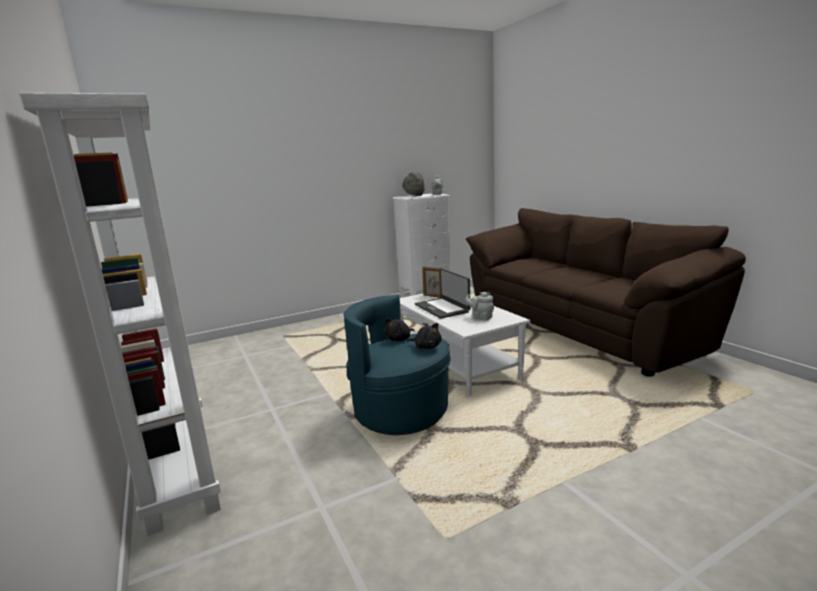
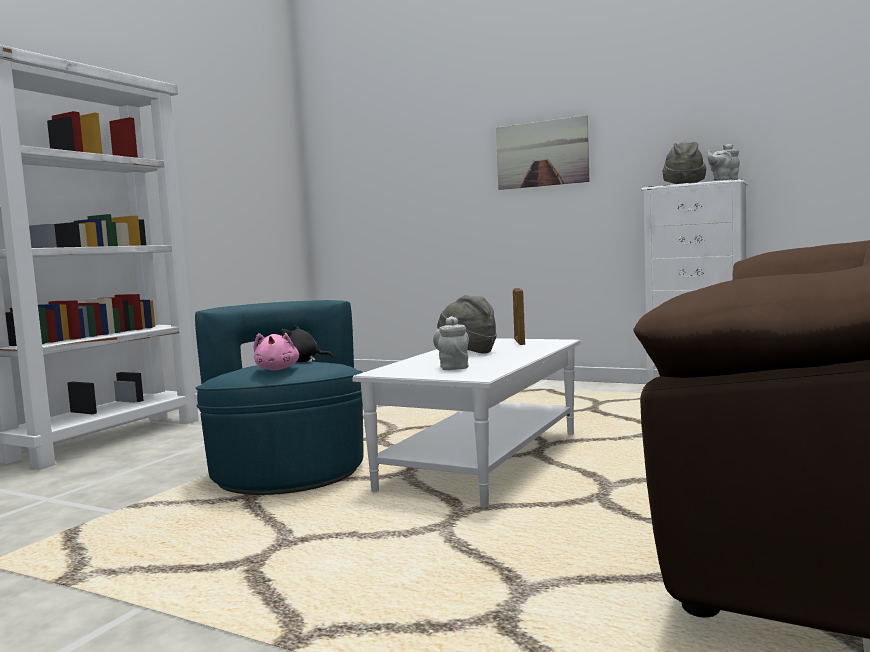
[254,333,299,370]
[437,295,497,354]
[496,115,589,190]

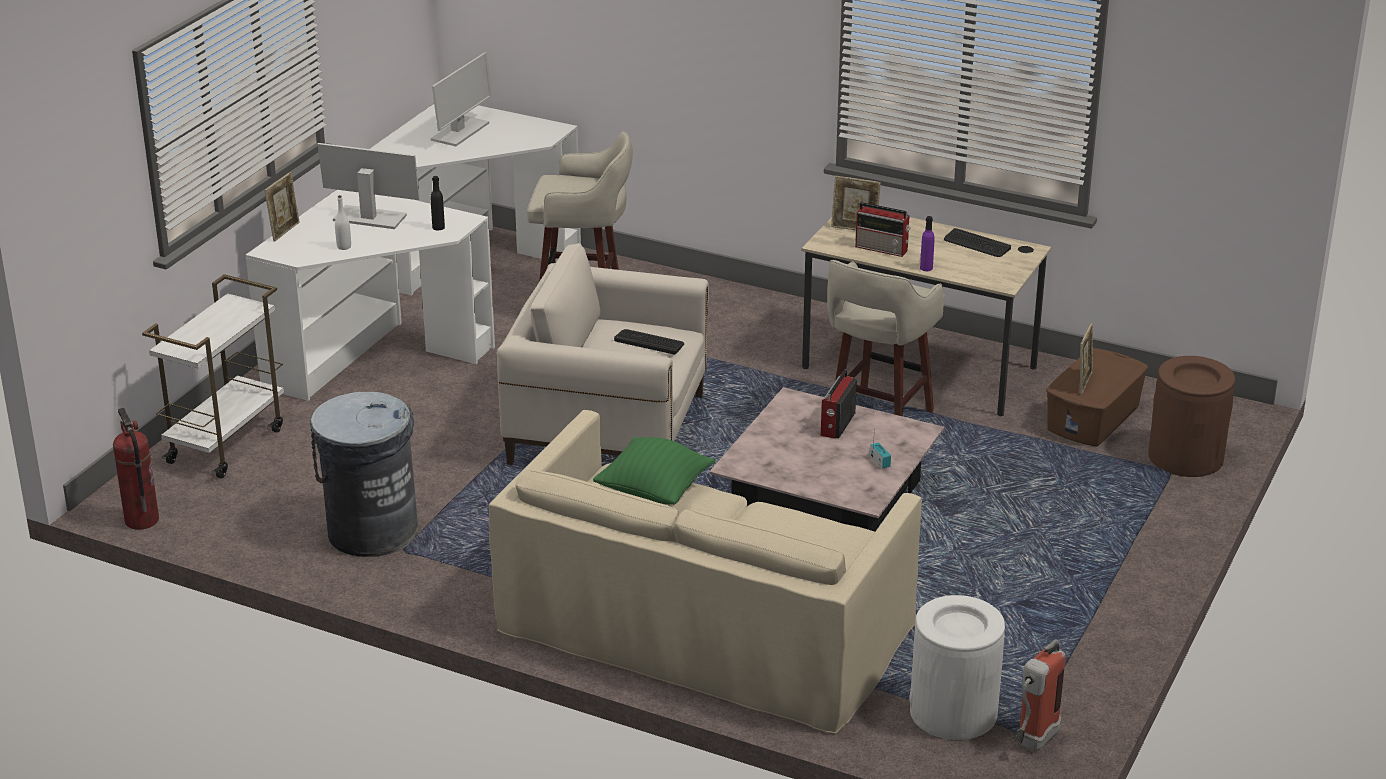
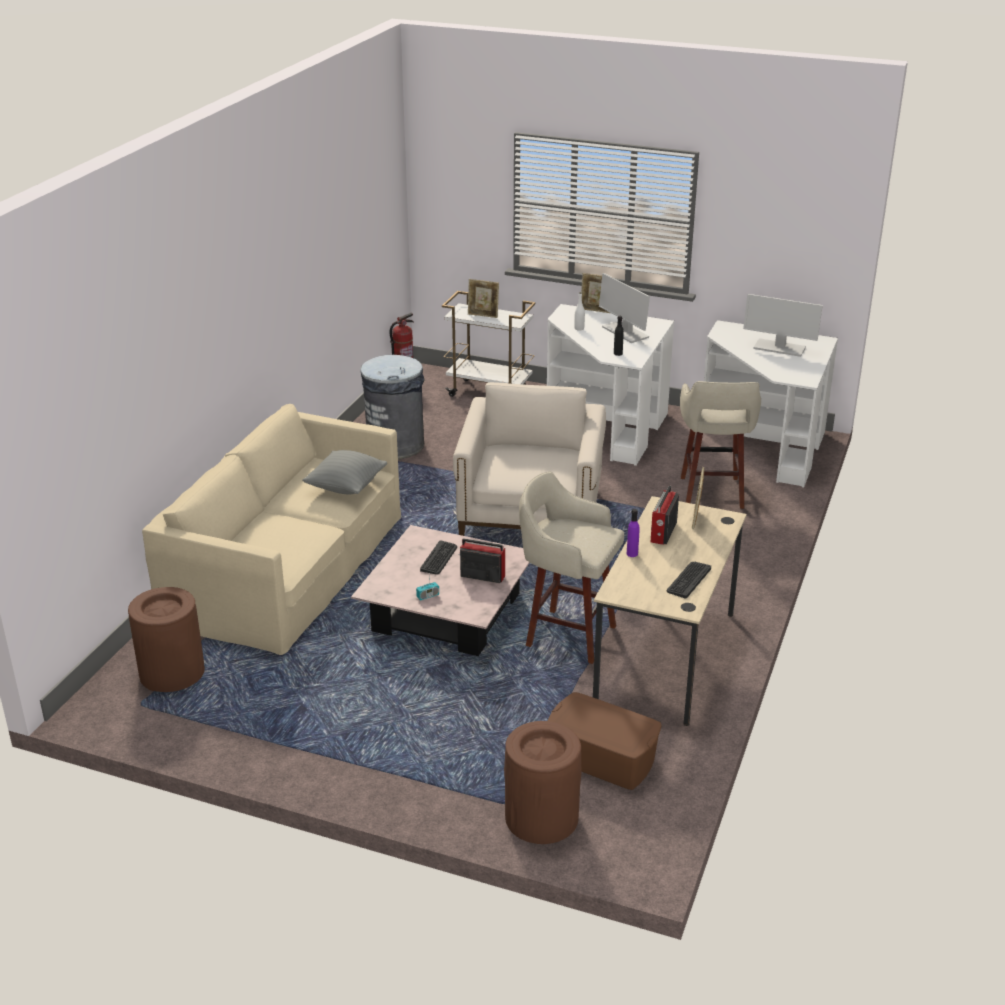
[599,273,650,343]
[302,450,387,494]
[420,540,457,574]
[128,587,205,692]
[1013,639,1065,751] (first image)
[468,279,499,318]

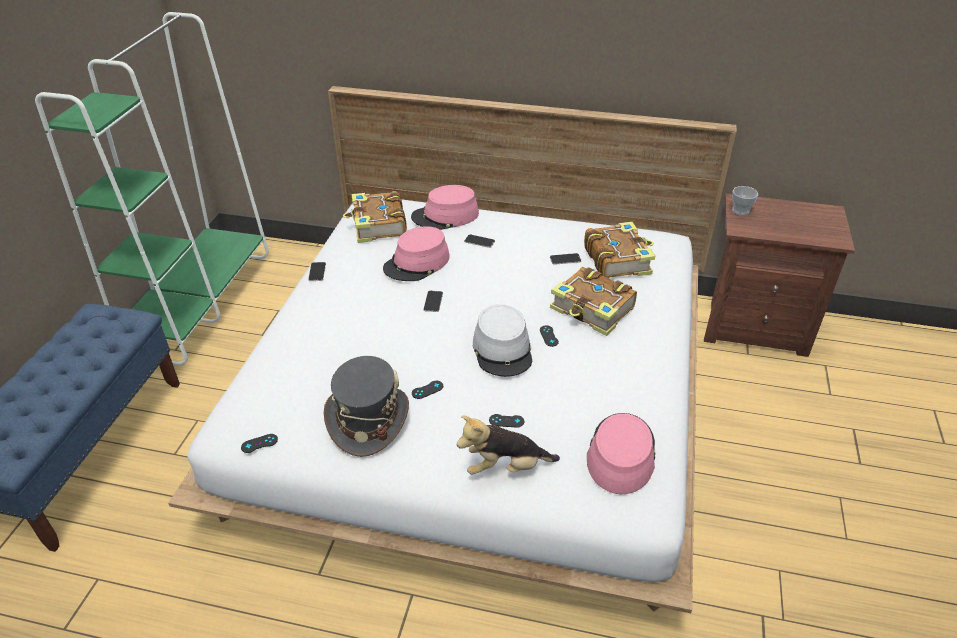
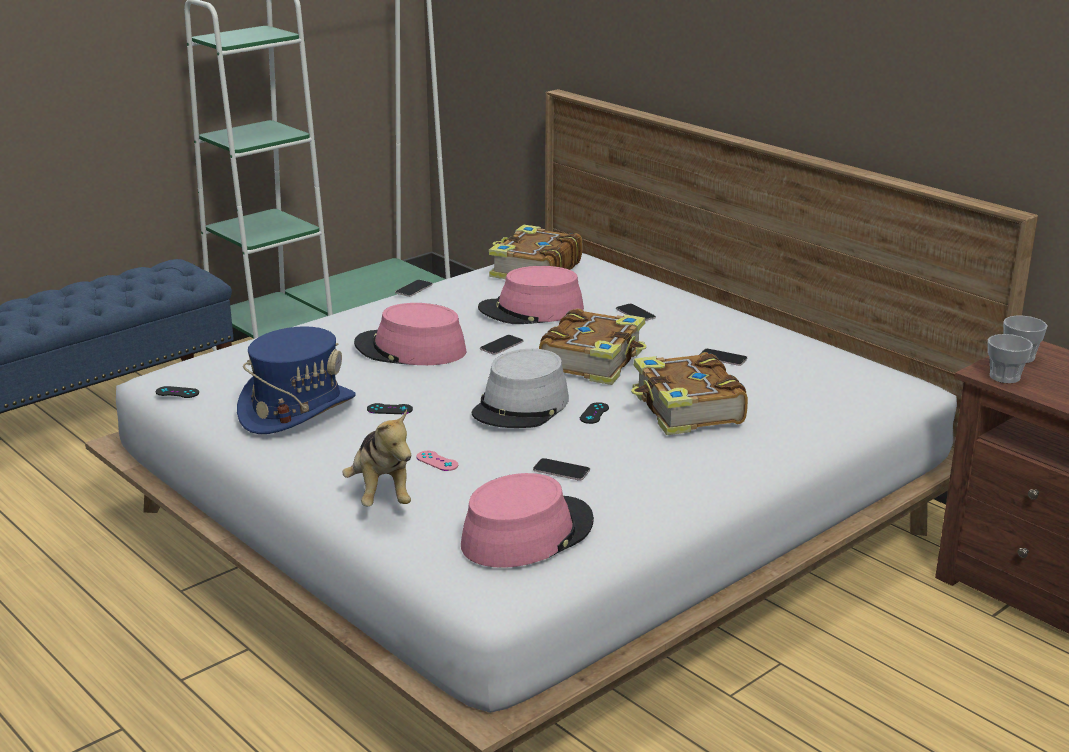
[237,326,356,434]
[354,303,467,365]
[342,410,411,506]
[416,451,458,471]
[539,308,647,385]
[533,458,590,481]
[988,334,1033,383]

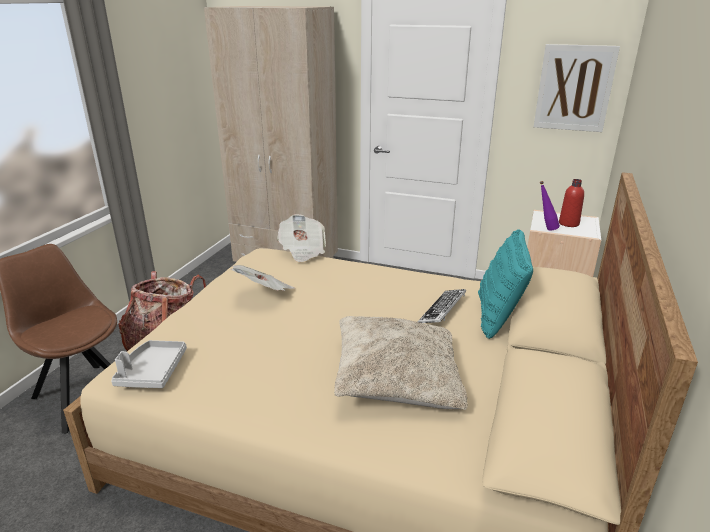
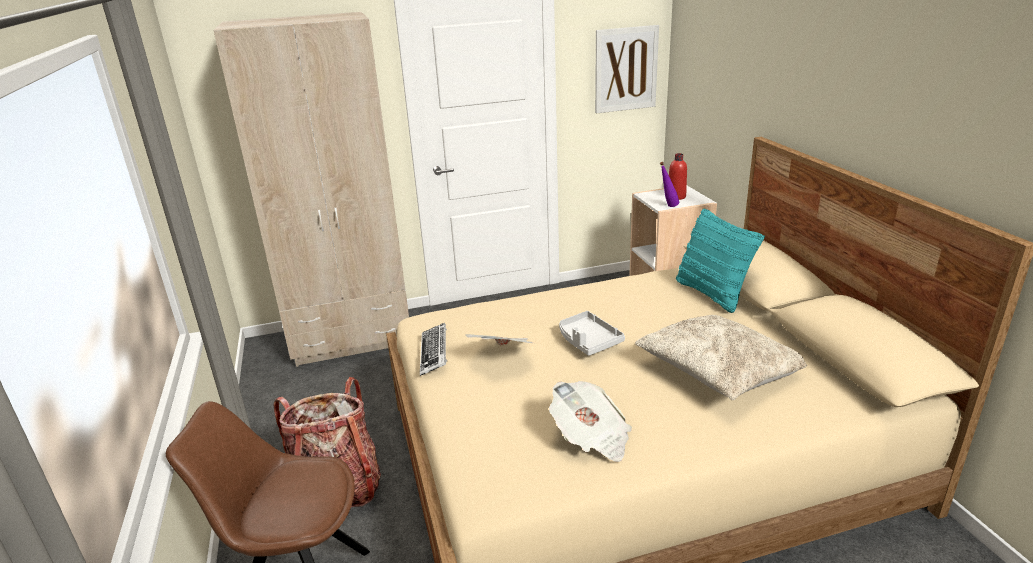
[559,311,625,356]
[549,381,632,462]
[420,323,447,376]

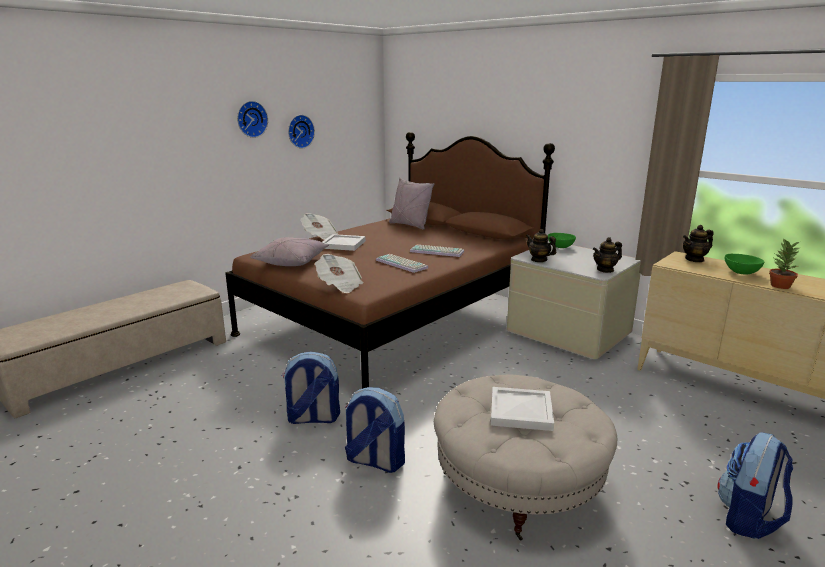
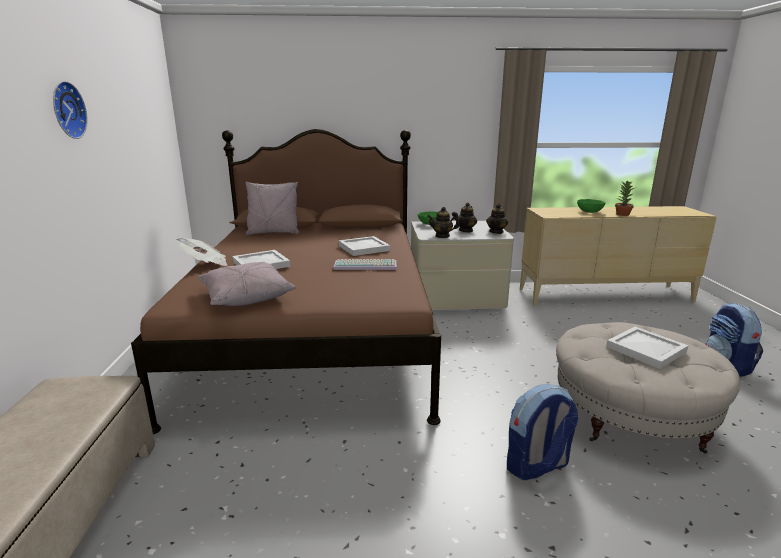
[282,351,340,424] (first image)
[288,115,315,149] (first image)
[315,254,363,293] (first image)
[339,236,390,256]
[458,202,477,232]

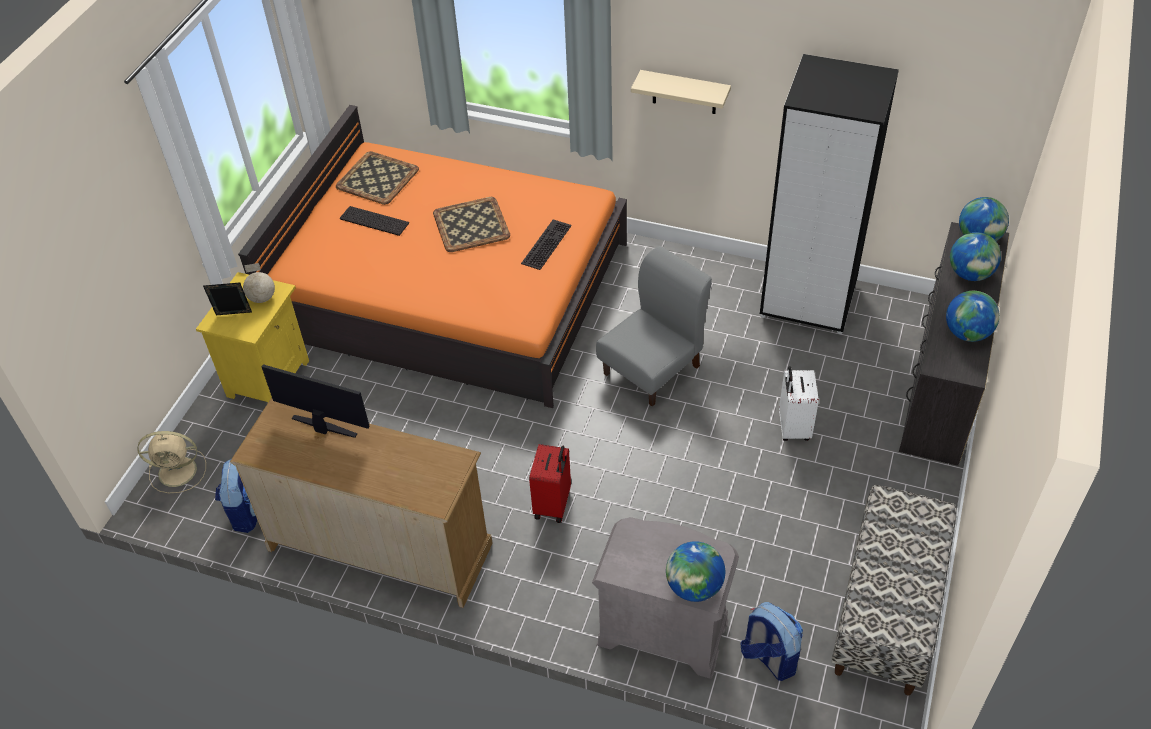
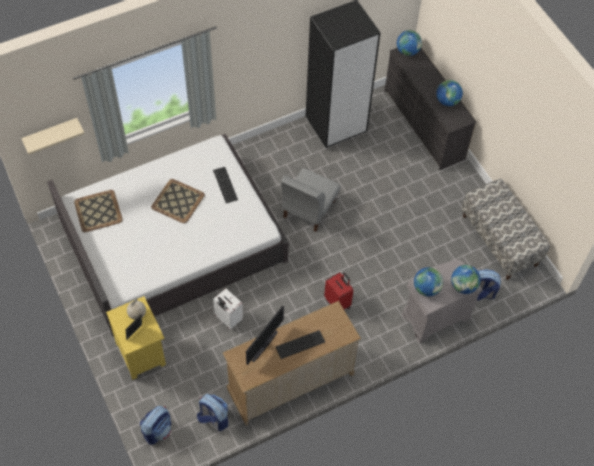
[140,406,171,444]
[47,134,289,337]
[246,305,284,365]
[276,330,325,359]
[281,168,340,232]
[21,118,85,155]
[213,288,243,329]
[414,267,443,296]

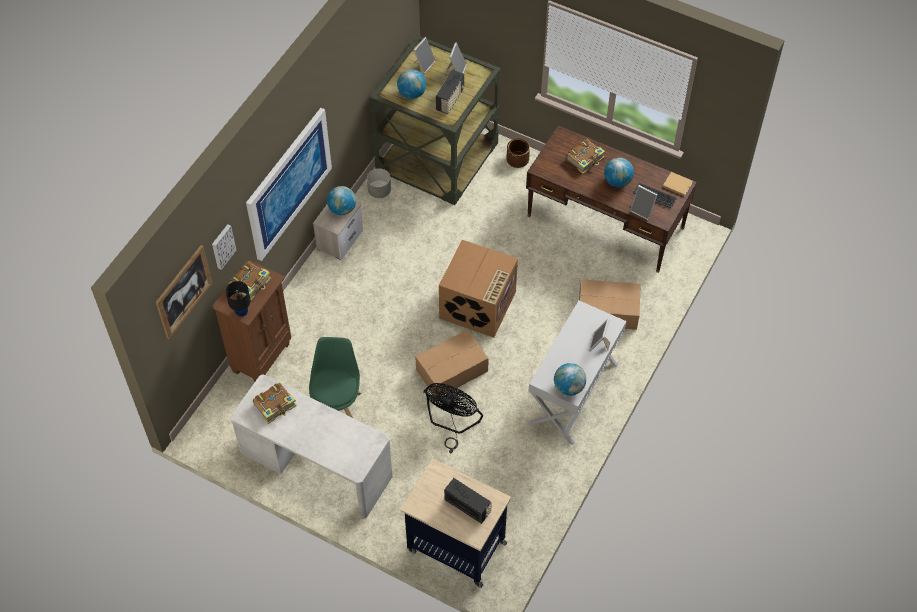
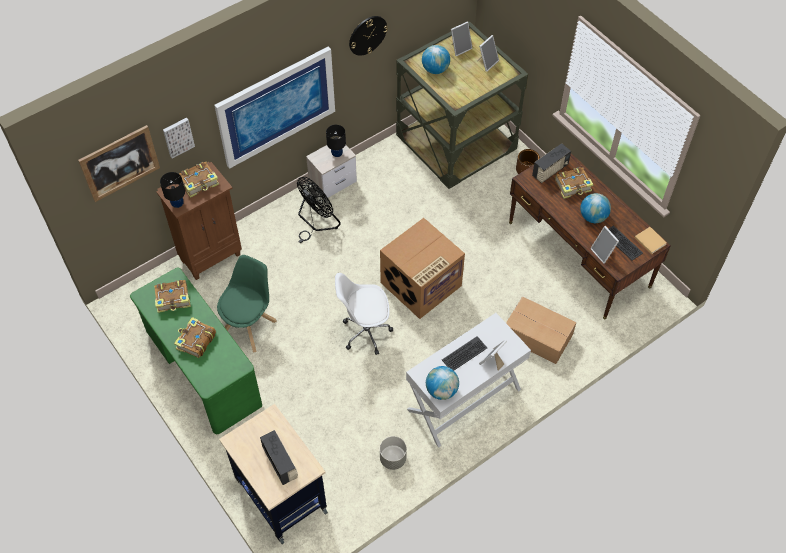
[130,268,262,434]
[326,125,346,157]
[380,436,407,470]
[335,273,393,355]
[297,177,341,243]
[532,143,571,183]
[174,317,216,358]
[349,16,388,56]
[442,336,487,370]

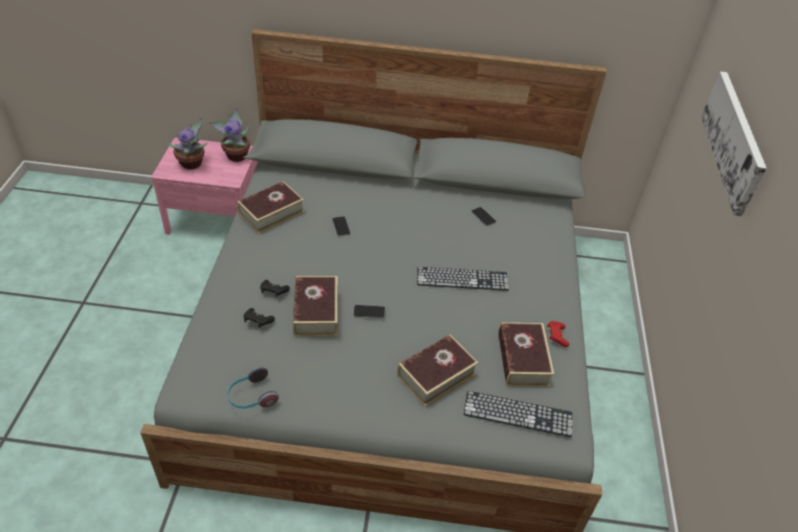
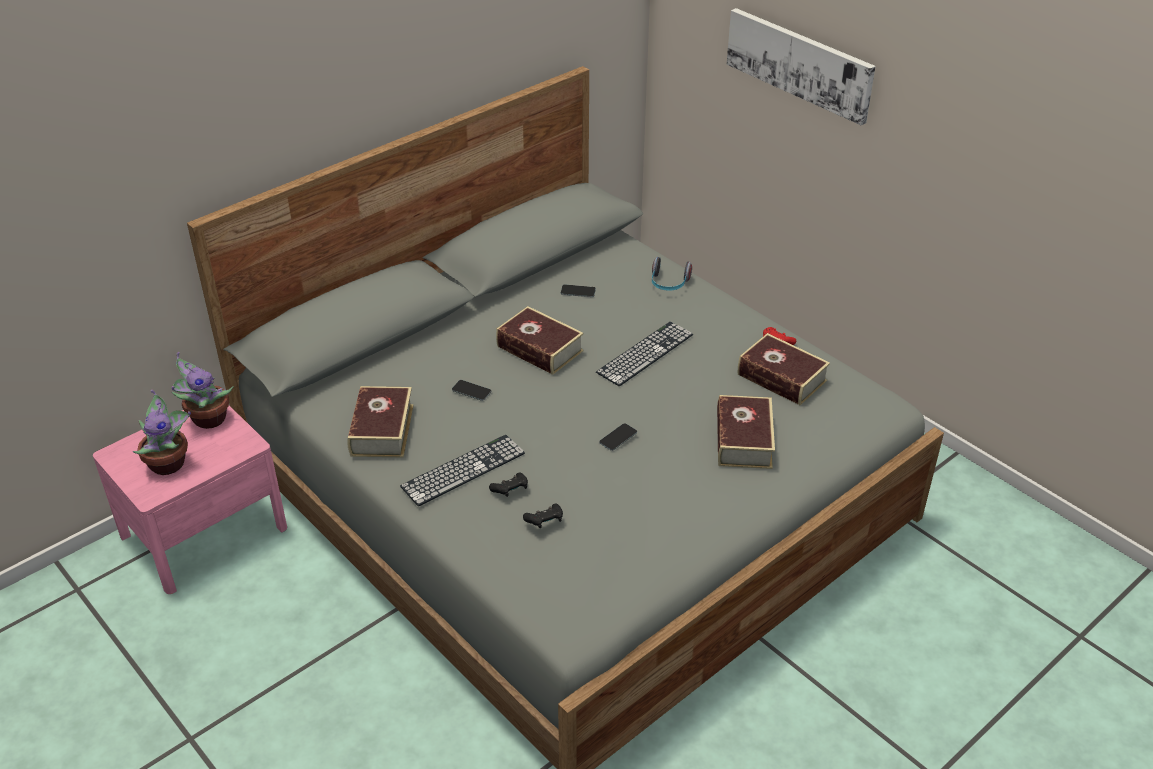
[652,257,692,291]
[496,306,584,375]
[400,435,525,507]

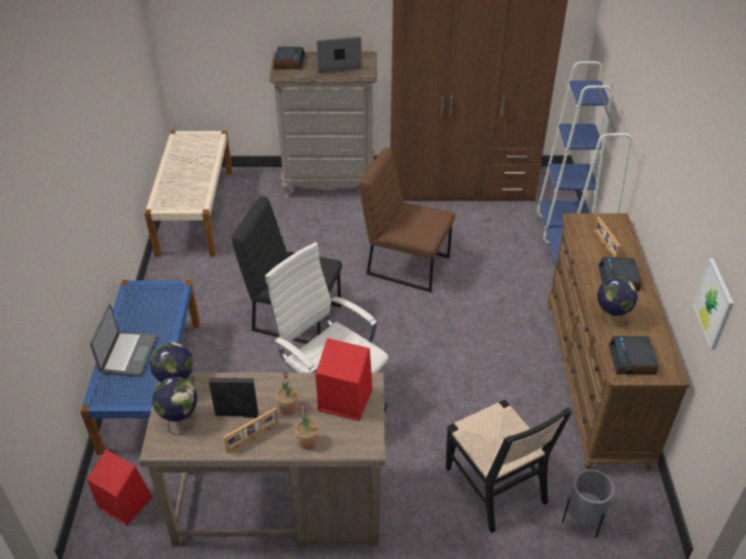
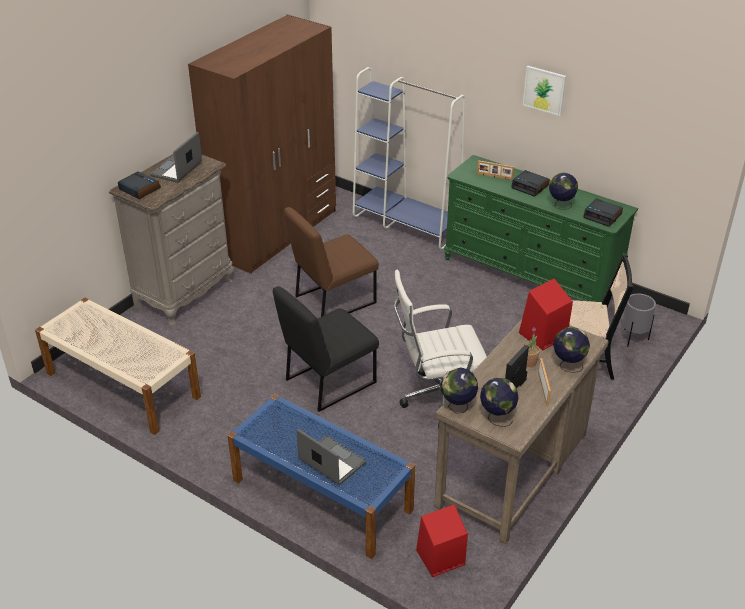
[553,327,590,373]
[444,155,638,302]
[523,66,566,116]

